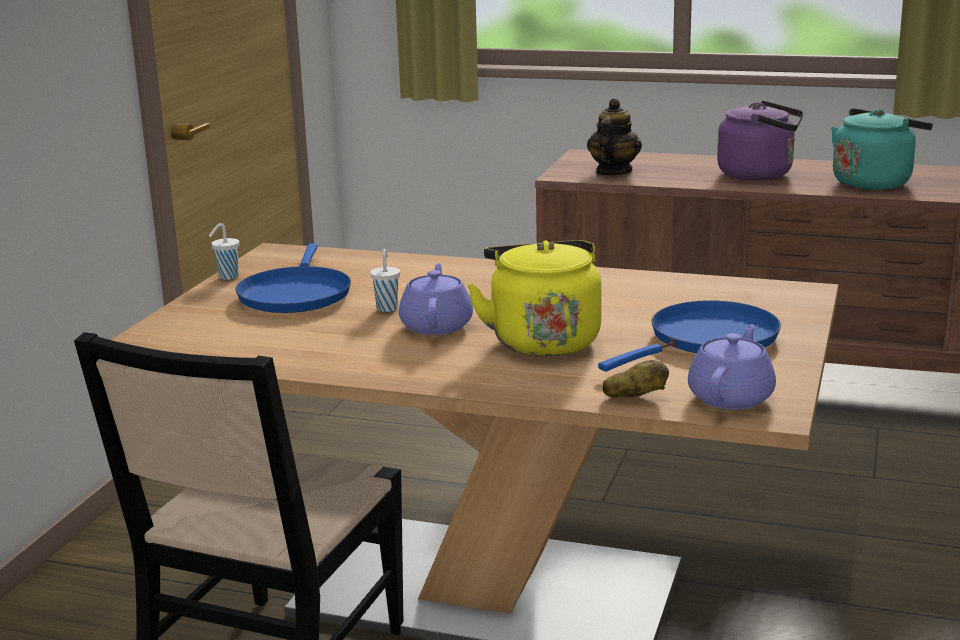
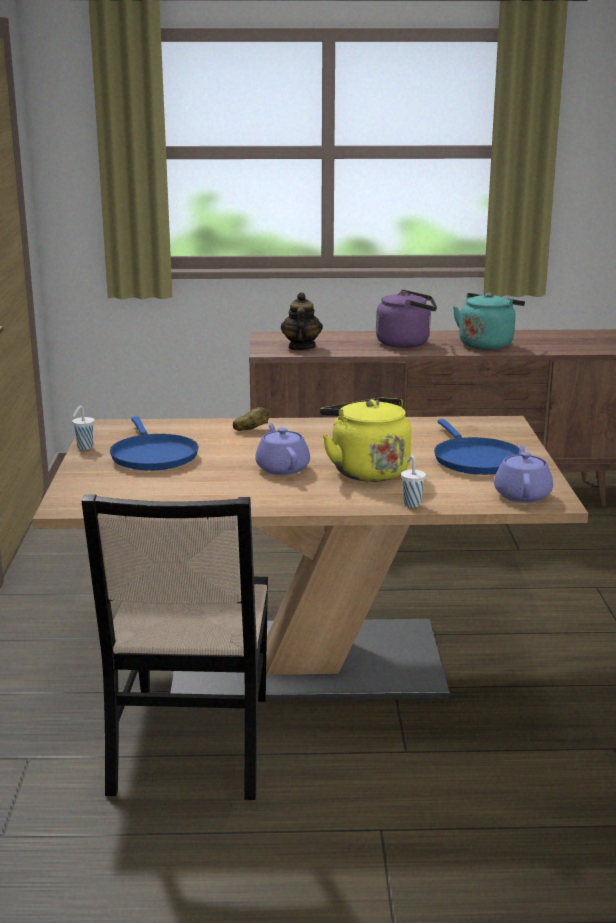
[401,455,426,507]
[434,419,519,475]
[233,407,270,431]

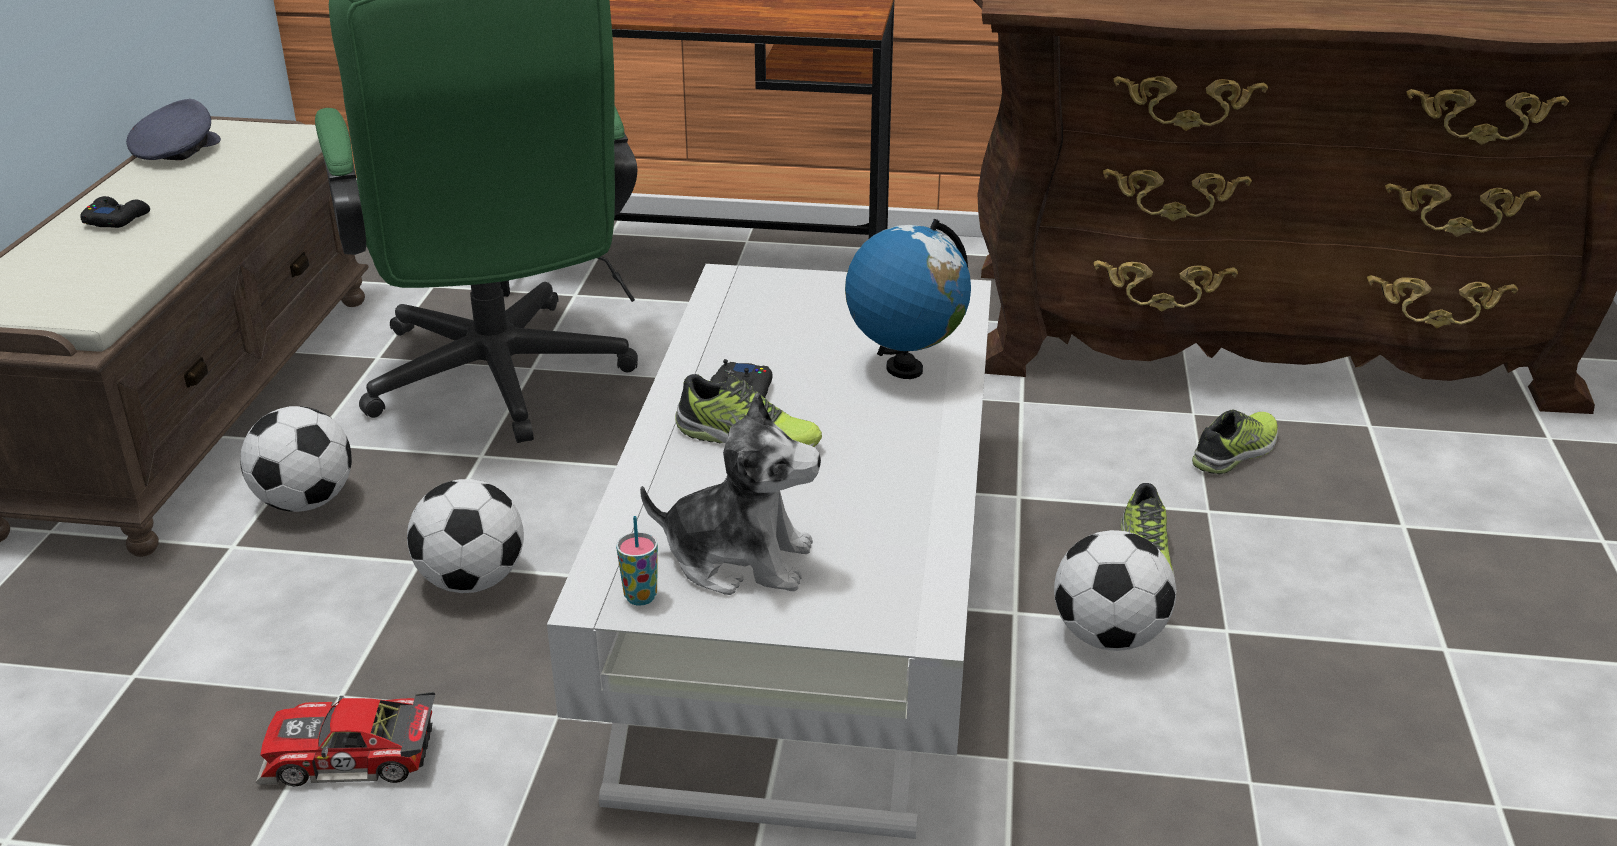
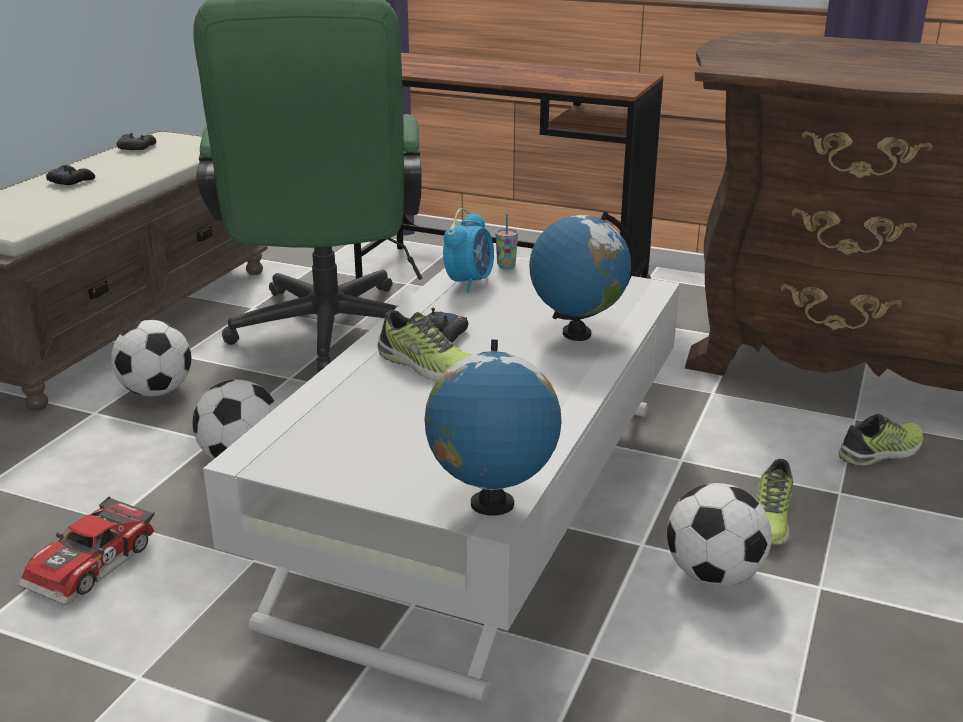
[117,133,156,150]
[18,496,155,606]
[496,214,518,269]
[640,392,821,595] (first image)
[425,340,562,516]
[443,208,494,292]

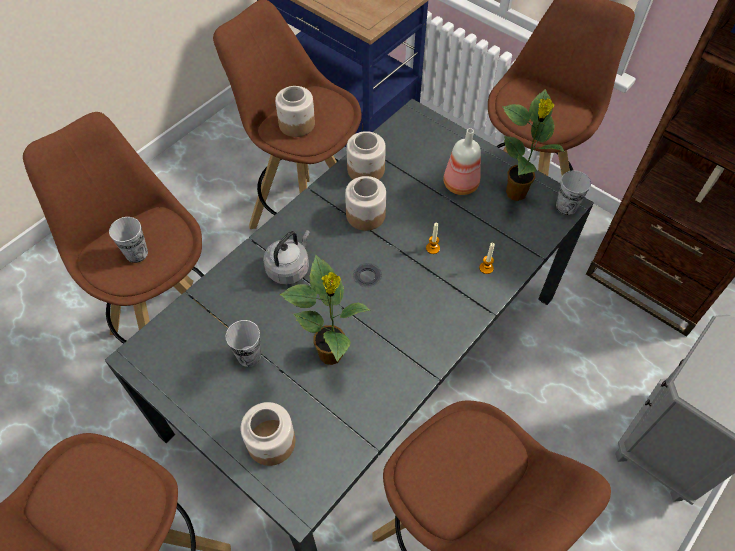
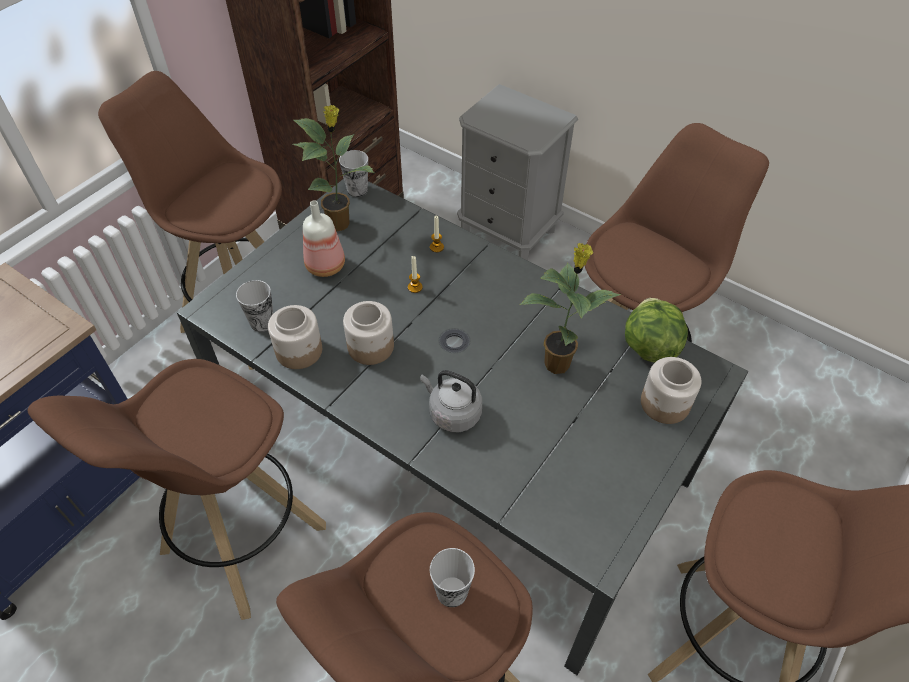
[236,280,273,332]
[275,86,315,137] (first image)
[625,298,688,363]

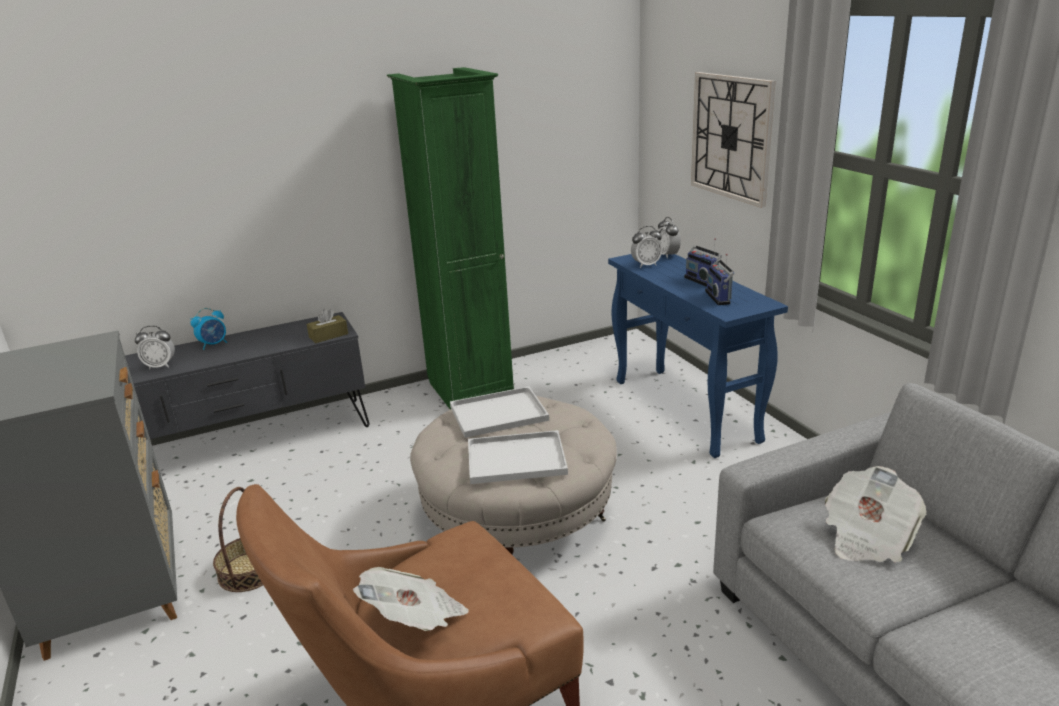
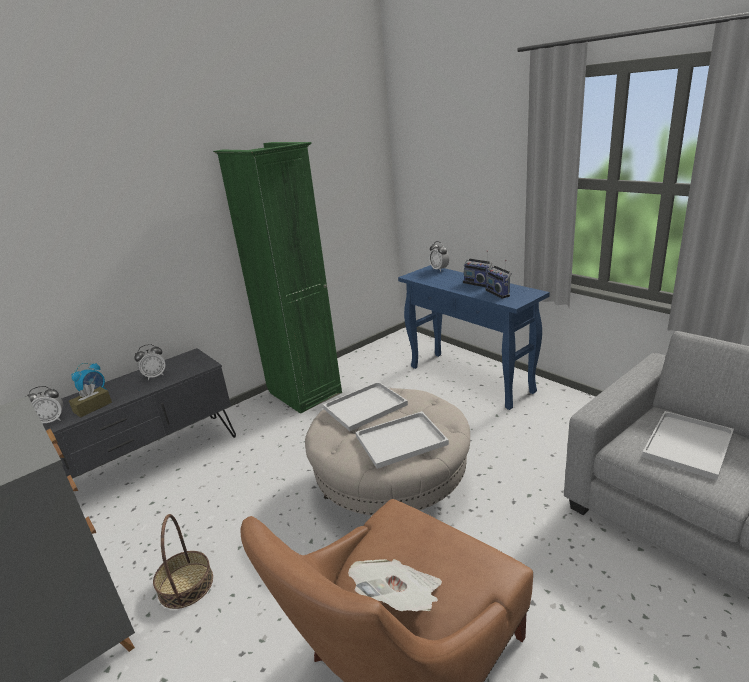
[69,383,112,417]
[135,344,166,380]
[691,72,776,208] (first image)
[642,411,734,480]

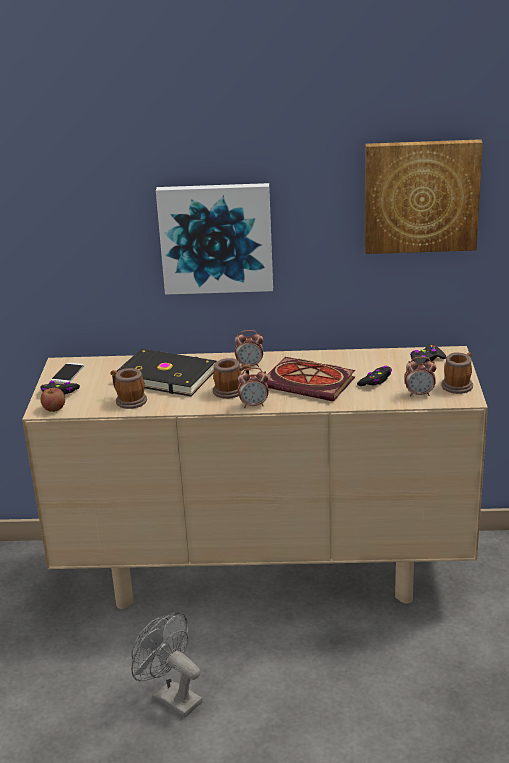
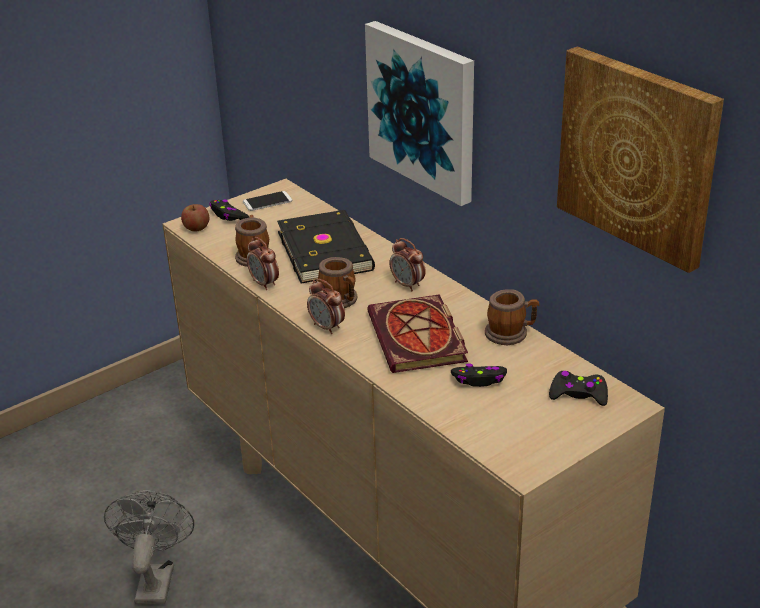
[247,237,279,290]
[485,289,539,345]

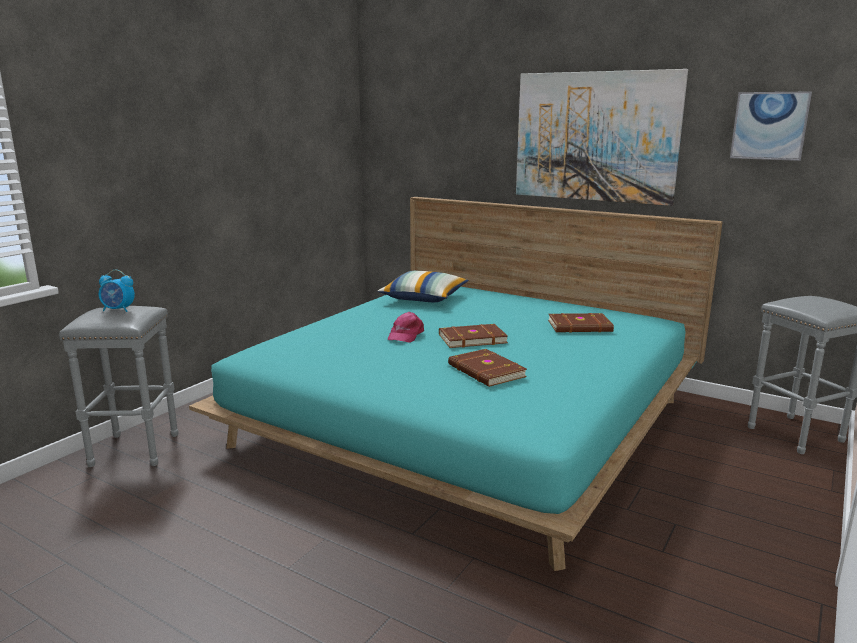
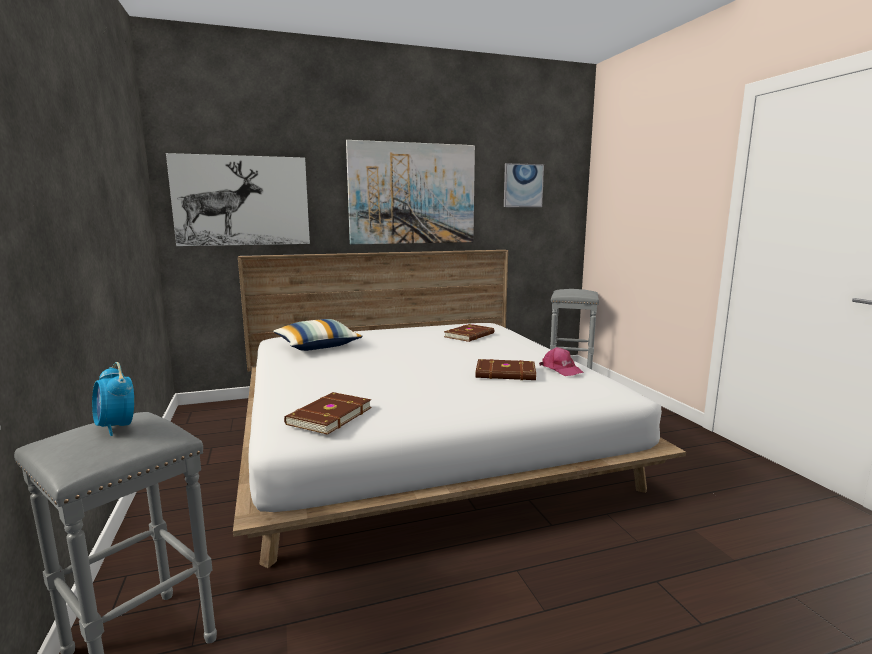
[92,362,134,436]
[233,250,686,568]
[539,347,584,376]
[284,392,372,435]
[166,153,310,246]

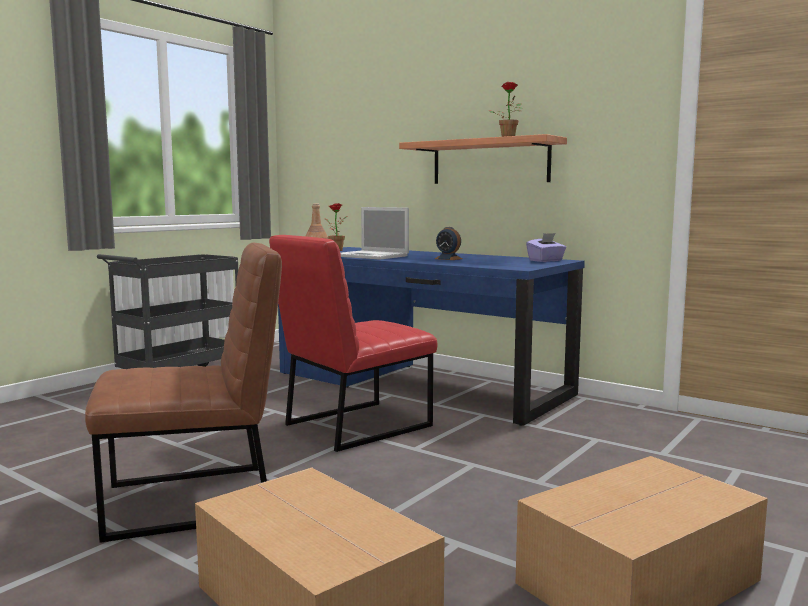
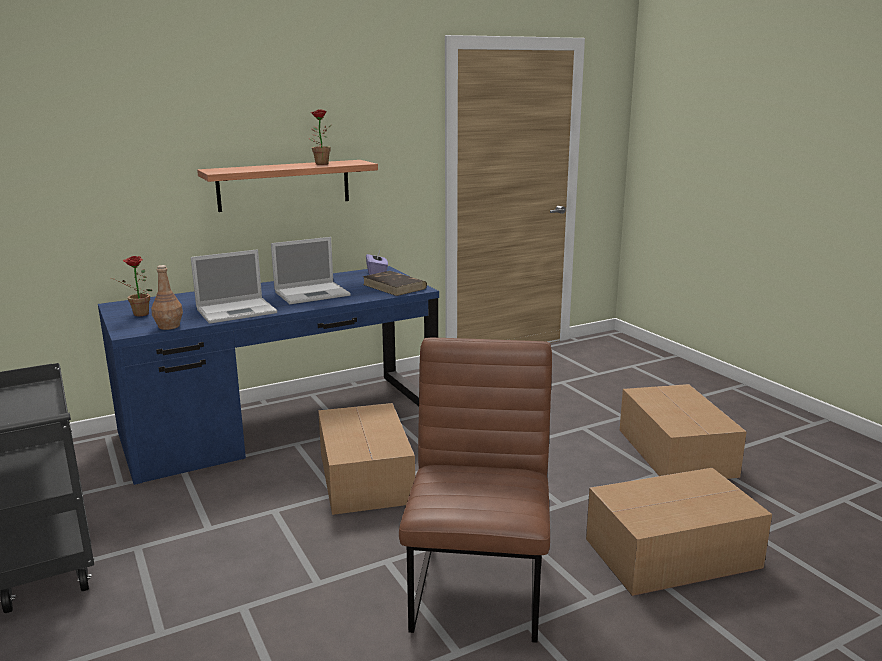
[318,403,415,515]
[271,237,351,304]
[363,271,427,296]

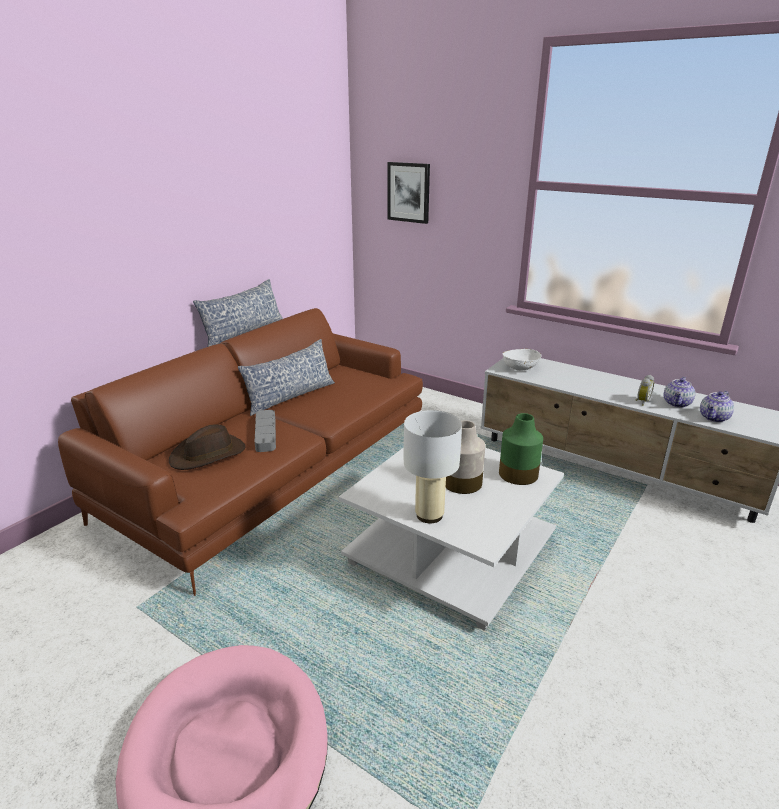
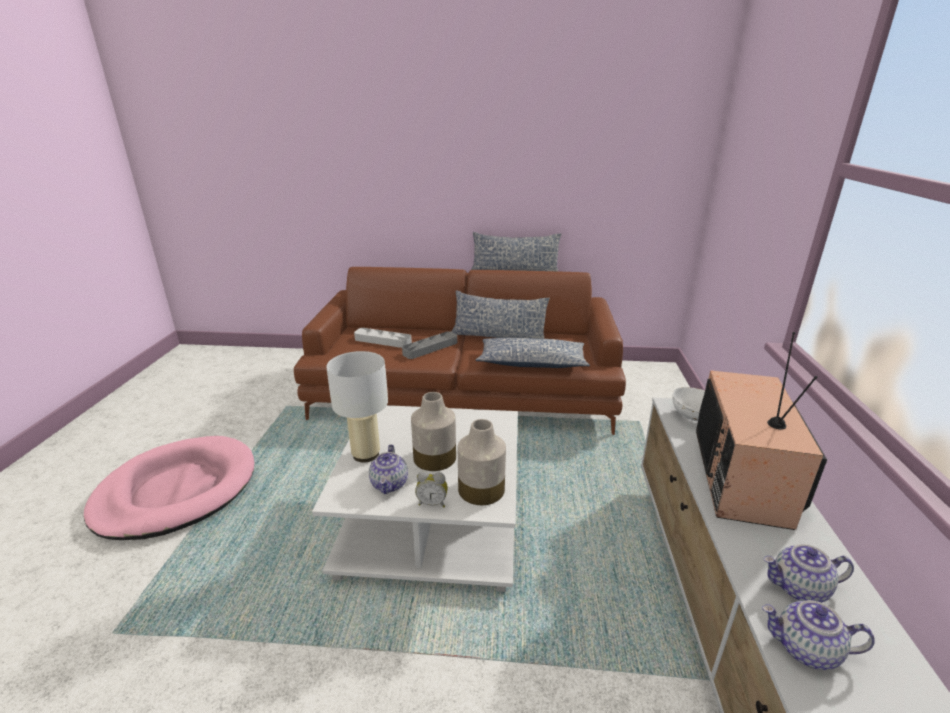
[354,328,412,348]
[387,162,430,224] (first image)
[458,419,506,505]
[415,471,448,508]
[369,444,408,494]
[476,338,590,368]
[696,332,827,530]

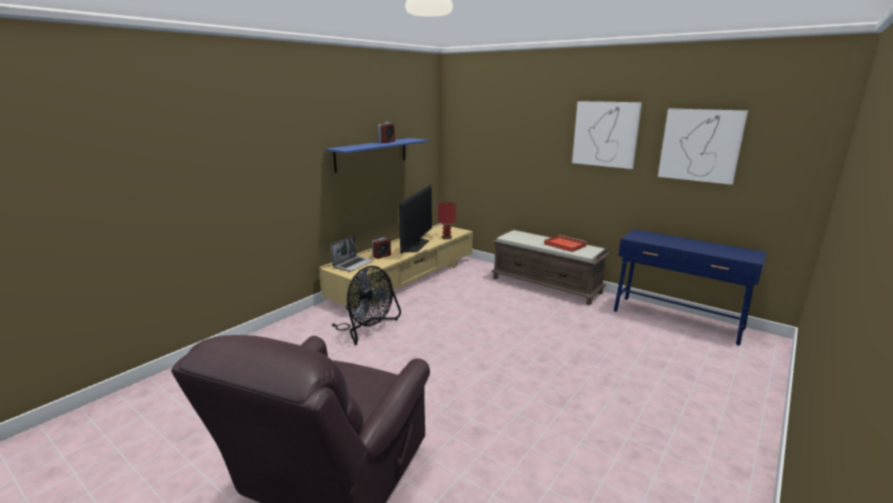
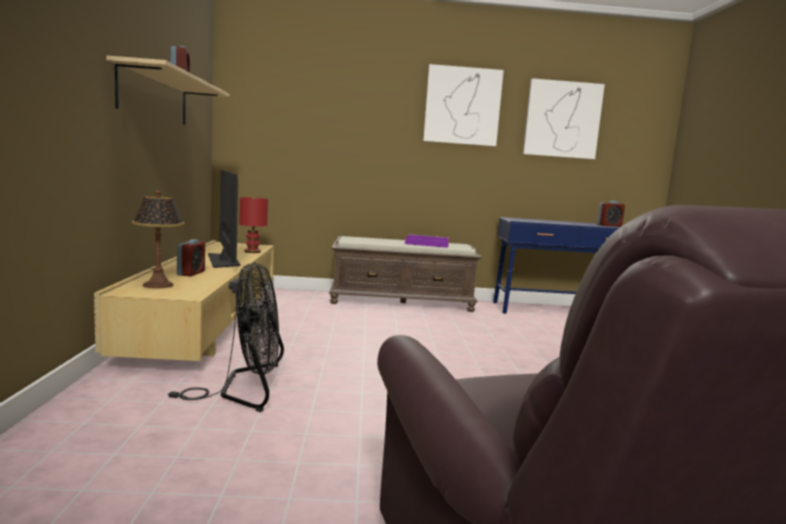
[106,56,230,125]
[132,190,185,288]
[405,234,449,248]
[597,201,625,227]

